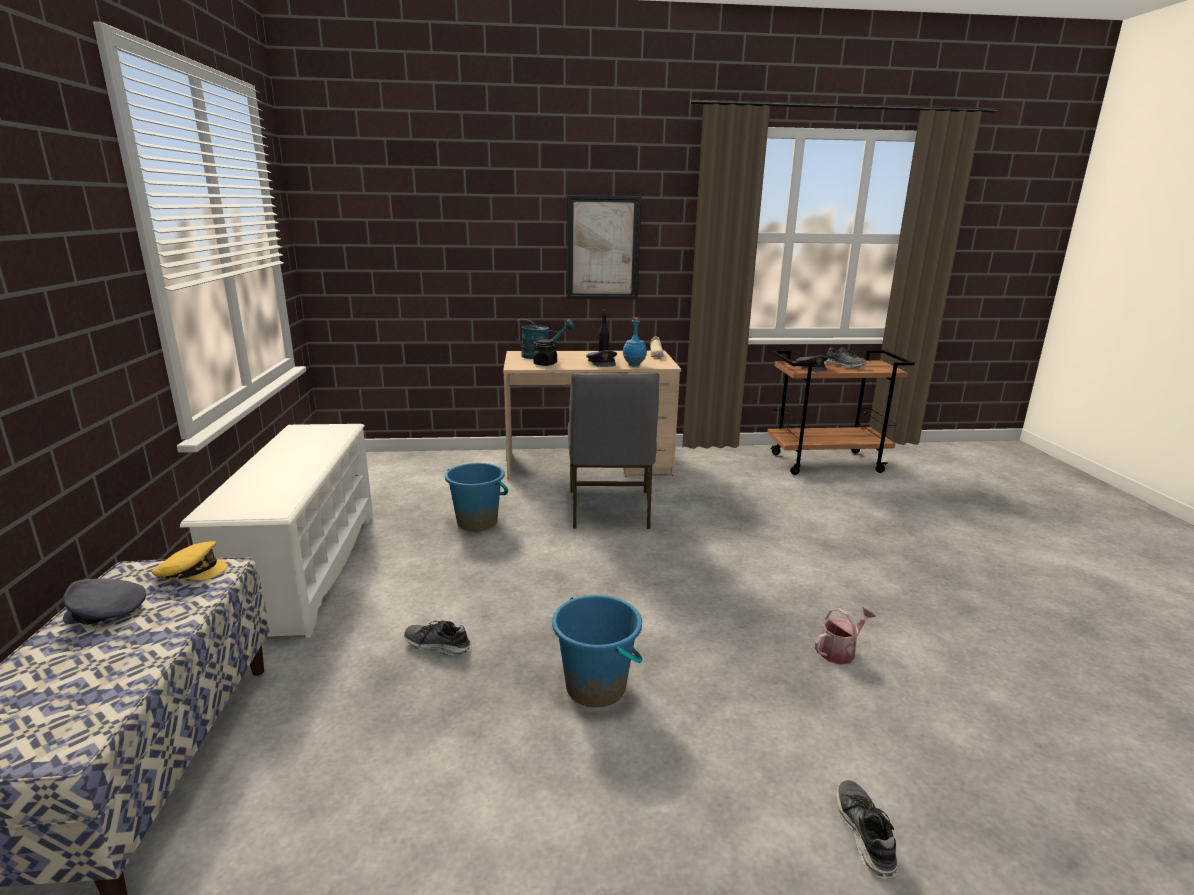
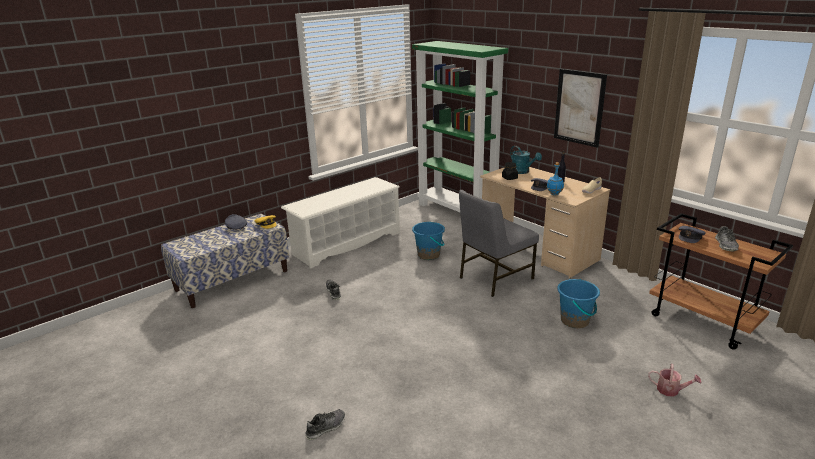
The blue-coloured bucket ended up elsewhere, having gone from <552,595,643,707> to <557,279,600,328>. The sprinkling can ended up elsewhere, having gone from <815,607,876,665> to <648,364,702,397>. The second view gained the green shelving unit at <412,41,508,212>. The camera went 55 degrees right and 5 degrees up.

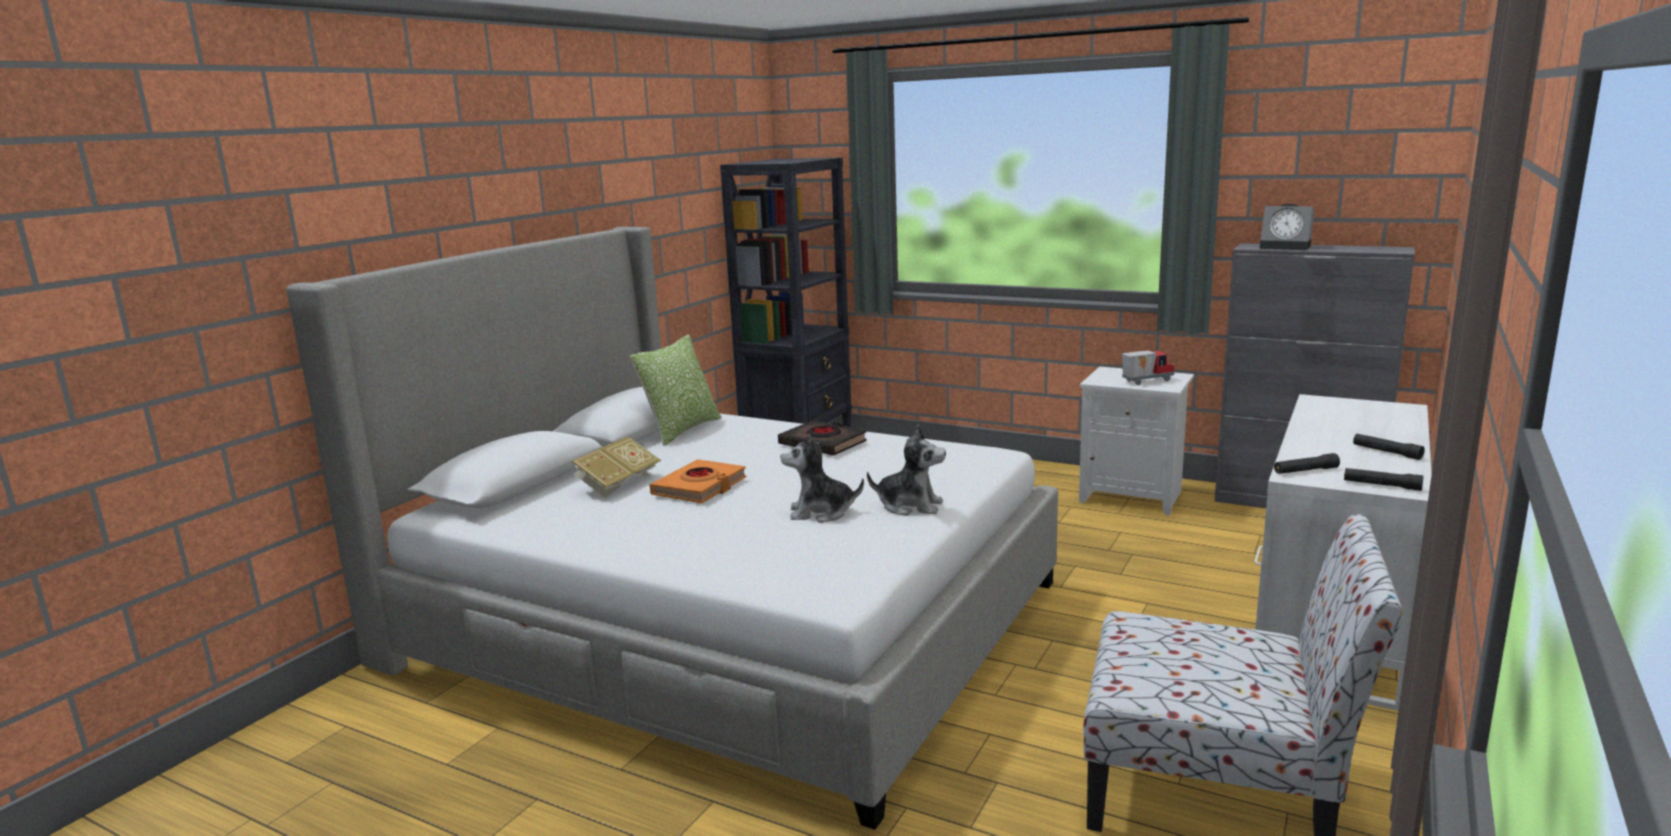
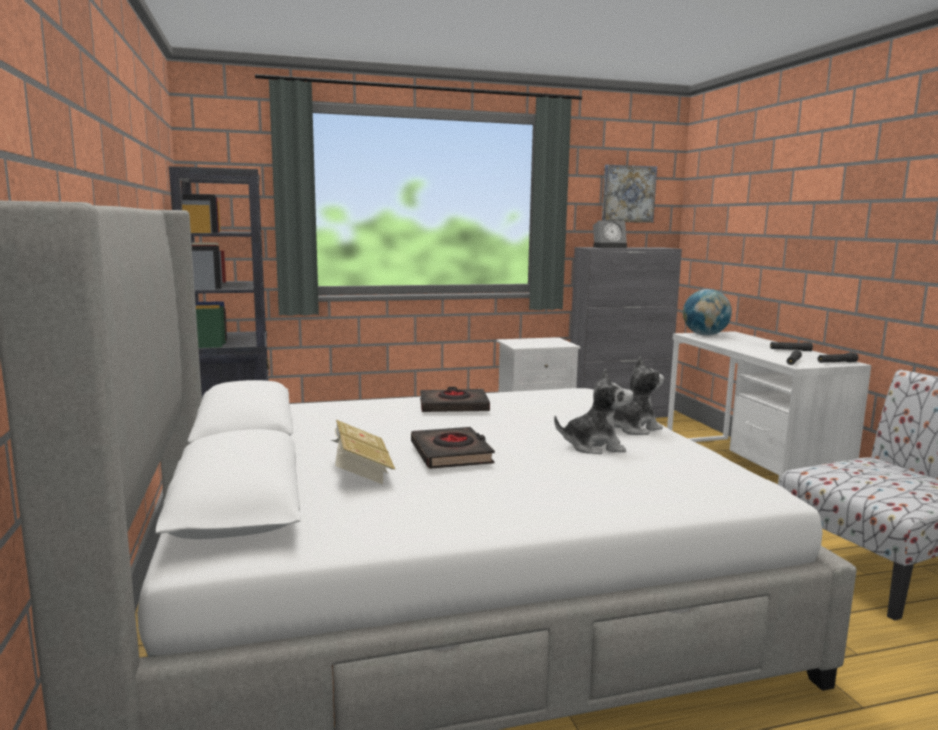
The second view lost the cushion at <630,334,721,446>. The second view lost the toy lorry at <1122,350,1174,385>. The plush toy at <780,434,864,523> ended up facing another way, 135 degrees counterclockwise from before. What was the orangey book at <650,459,747,503> turned into the black-coloured book at <411,427,495,469>. The second view gained the wall art at <602,165,657,223>. The second view gained the desk globe at <683,289,732,336>. The camera went 45 degrees left and 5 degrees down.

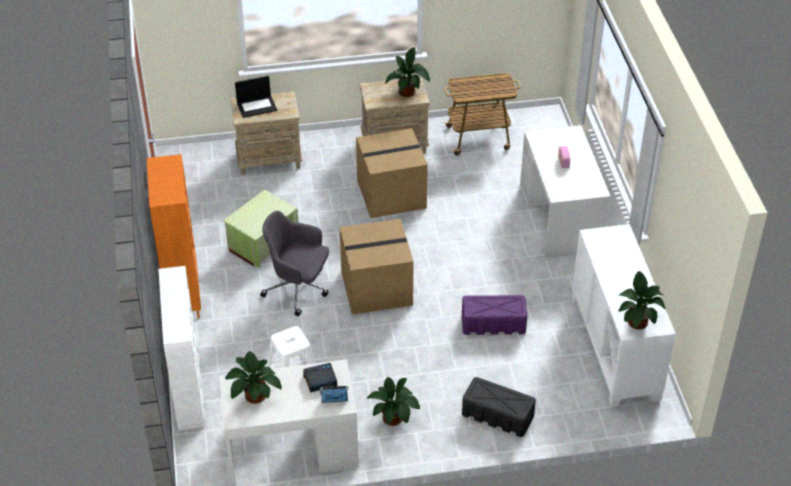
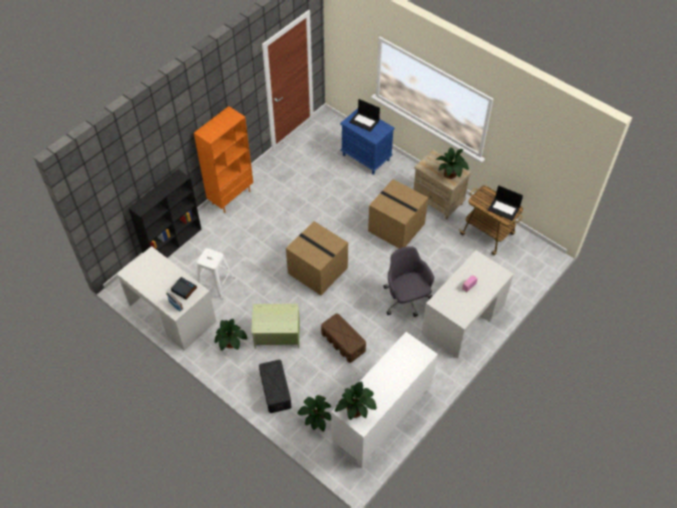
What was the beige bedside table at <230,92,303,175> turned into the blue-coloured bedside table at <340,108,394,175>. The green storage bin ended up elsewhere, having gone from <223,190,298,268> to <251,304,300,349>. The grey computer chair ended up elsewhere, having gone from <260,211,329,316> to <383,246,434,317>. What was the white shelving unit at <159,266,205,430> turned into the black-coloured shelving unit at <128,169,201,258>. What was the purplish storage bin at <462,295,527,335> turned into the brown storage bin at <321,313,366,363>. The plant in a pot ended up elsewhere, having gone from <225,351,282,404> to <297,395,331,432>. The second view gained the portable computer at <488,185,523,221>. The camera went 50 degrees right and 10 degrees up.

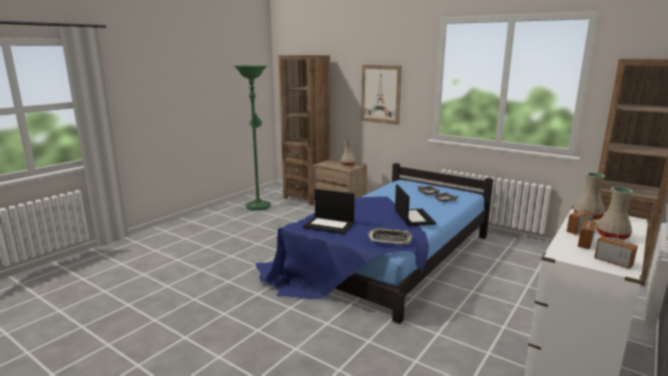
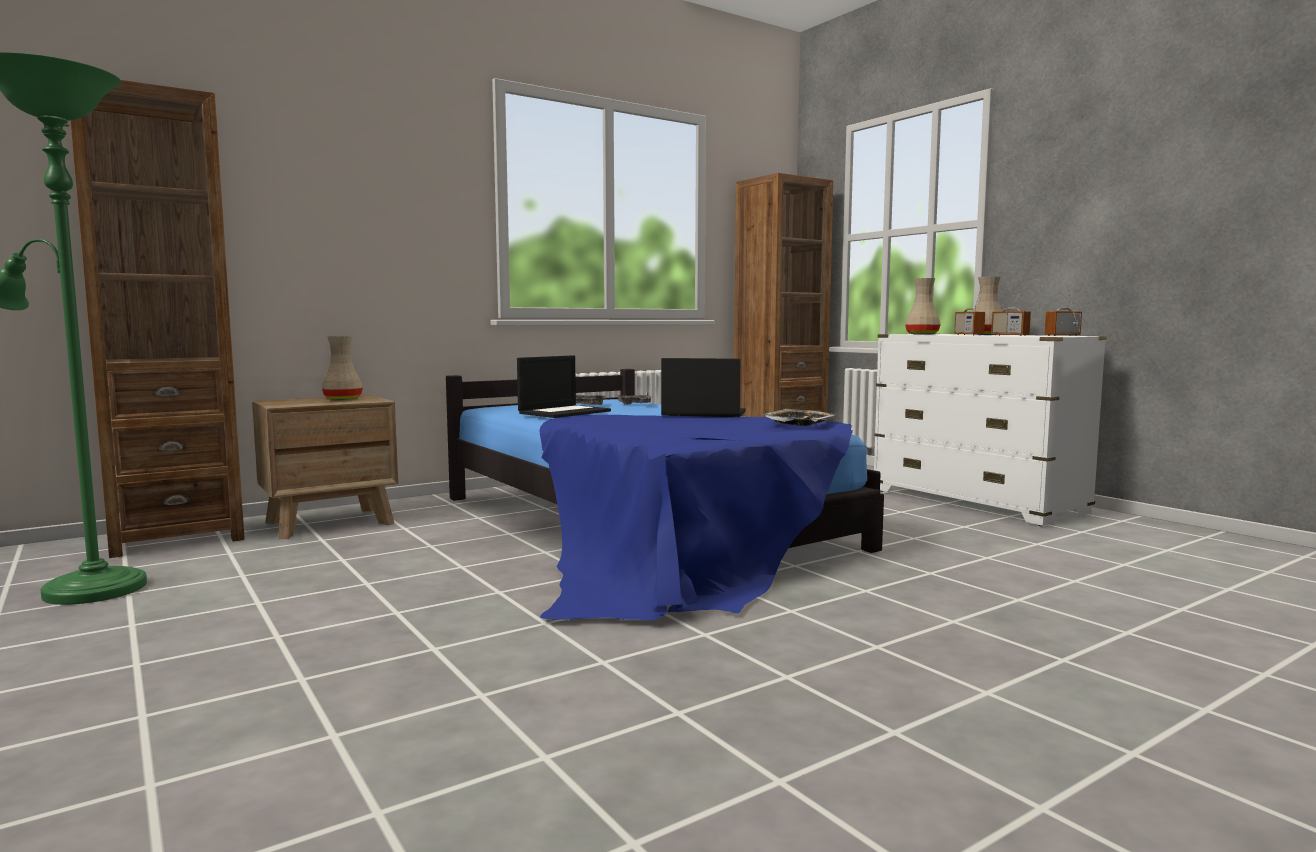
The second view lost the wall art at <361,65,402,125>. The portable computer ended up elsewhere, having gone from <303,189,355,234> to <517,355,611,418>. The camera went 70 degrees left and 10 degrees down.

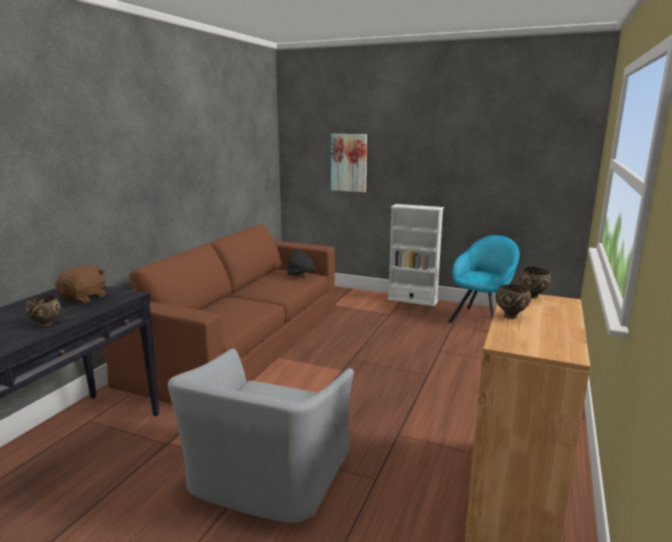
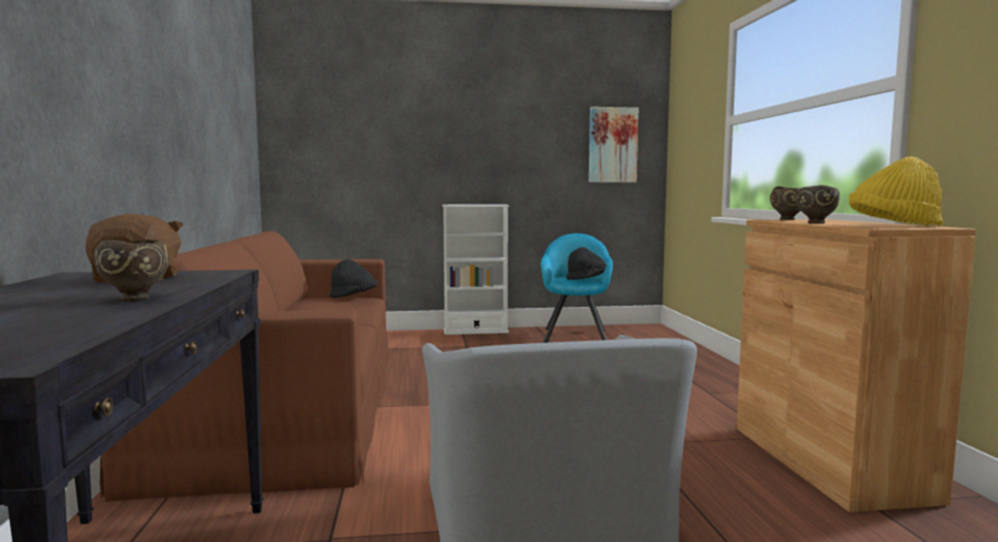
The wall art ended up elsewhere, having gone from <331,134,367,192> to <589,107,638,182>. The second view gained the yellow-coloured hat at <849,156,944,226>. The second view gained the black-coloured hat at <566,247,607,280>. The camera went 30 degrees left and 10 degrees down.

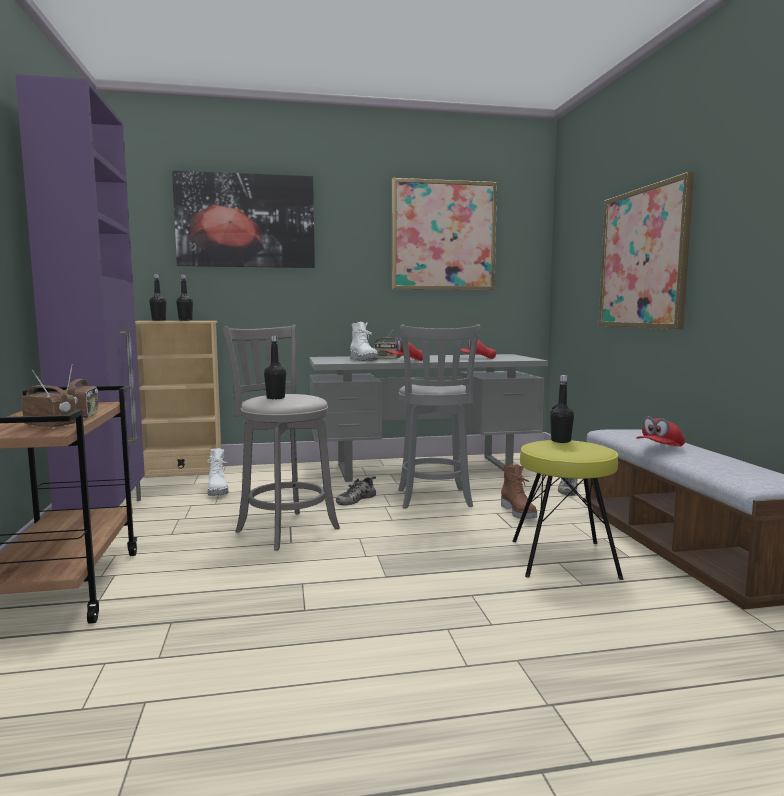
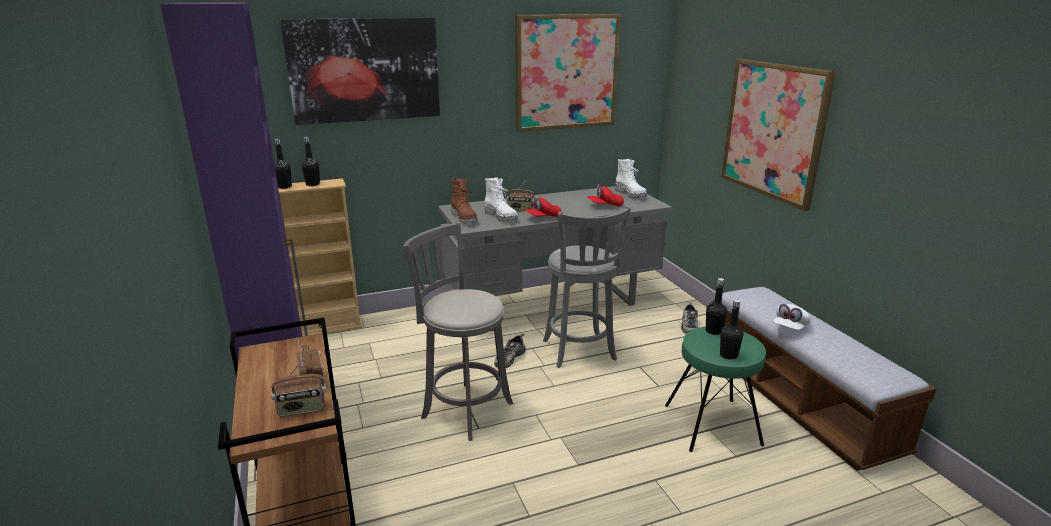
The black-coloured bottle ended up elsewhere, having gone from <264,335,286,399> to <720,299,743,360>. The radio receiver at <21,370,76,429> ended up facing another way, 150 degrees clockwise from before. What was the red baseball cap at <636,416,685,447> turned into the white baseball cap at <773,304,811,330>. What was the yellow-coloured sitting stool at <512,440,623,580> turned into the green sitting stool at <665,327,766,452>. The white boot ended up elsewhere, having gone from <208,448,228,496> to <615,159,647,198>. The brown boot ended up elsewhere, having gone from <501,464,537,519> to <451,179,477,224>. The camera went 10 degrees left and 15 degrees up.

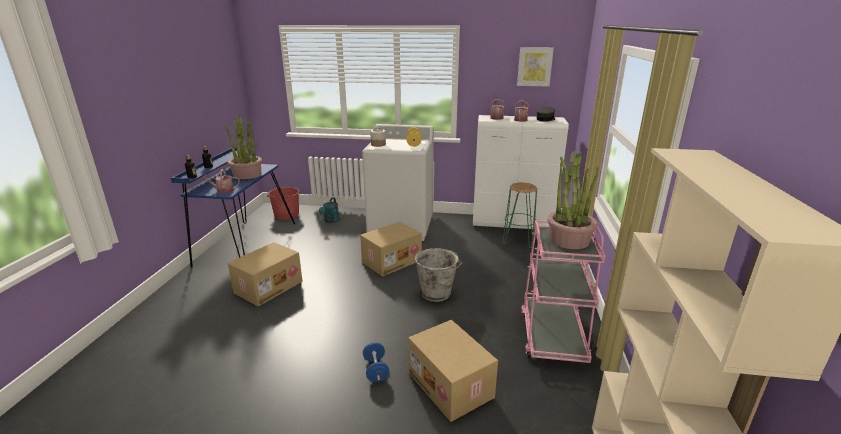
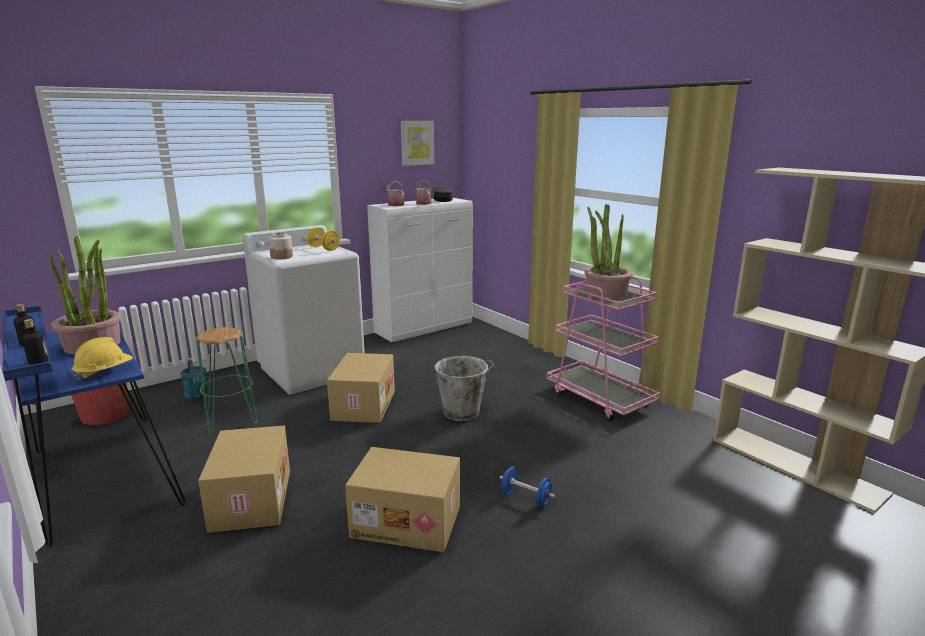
Where the sprinkling can stood at <202,169,240,194>, the yellow-coloured work helmet came to stand at <72,337,133,381>. The green sitting stool ended up elsewhere, having gone from <502,182,538,248> to <195,327,258,433>. The cardboard box ended up elsewhere, having gone from <408,320,498,422> to <345,447,460,552>. The camera went 45 degrees left and 5 degrees down.

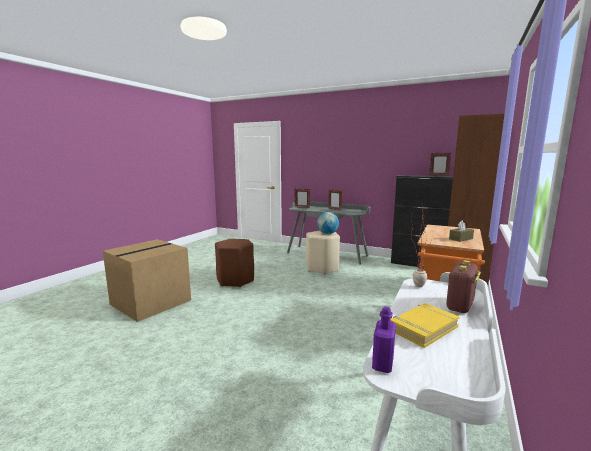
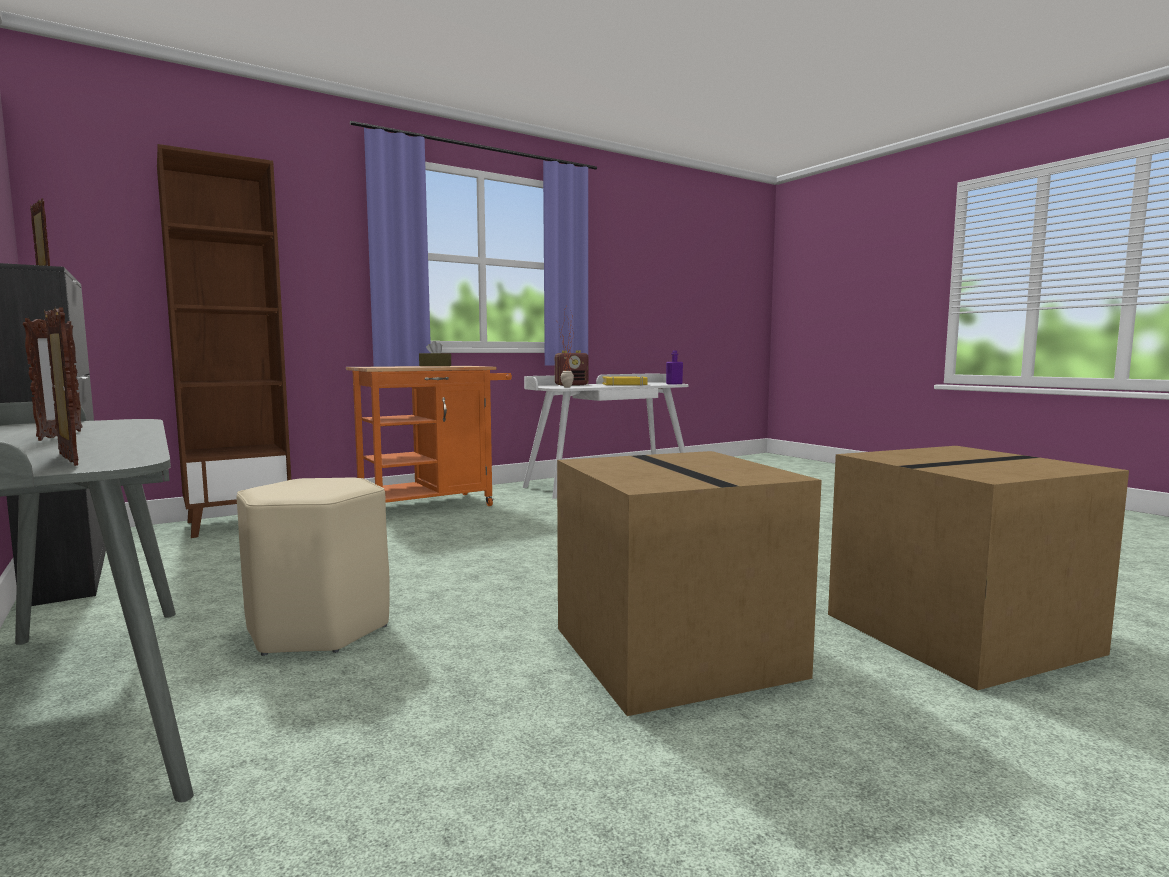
The second view lost the desk globe at <317,212,339,234>. Where the brown sitting stool stood at <215,239,254,287>, the cardboard box came to stand at <557,451,822,716>. The camera went 150 degrees left and 5 degrees down.

